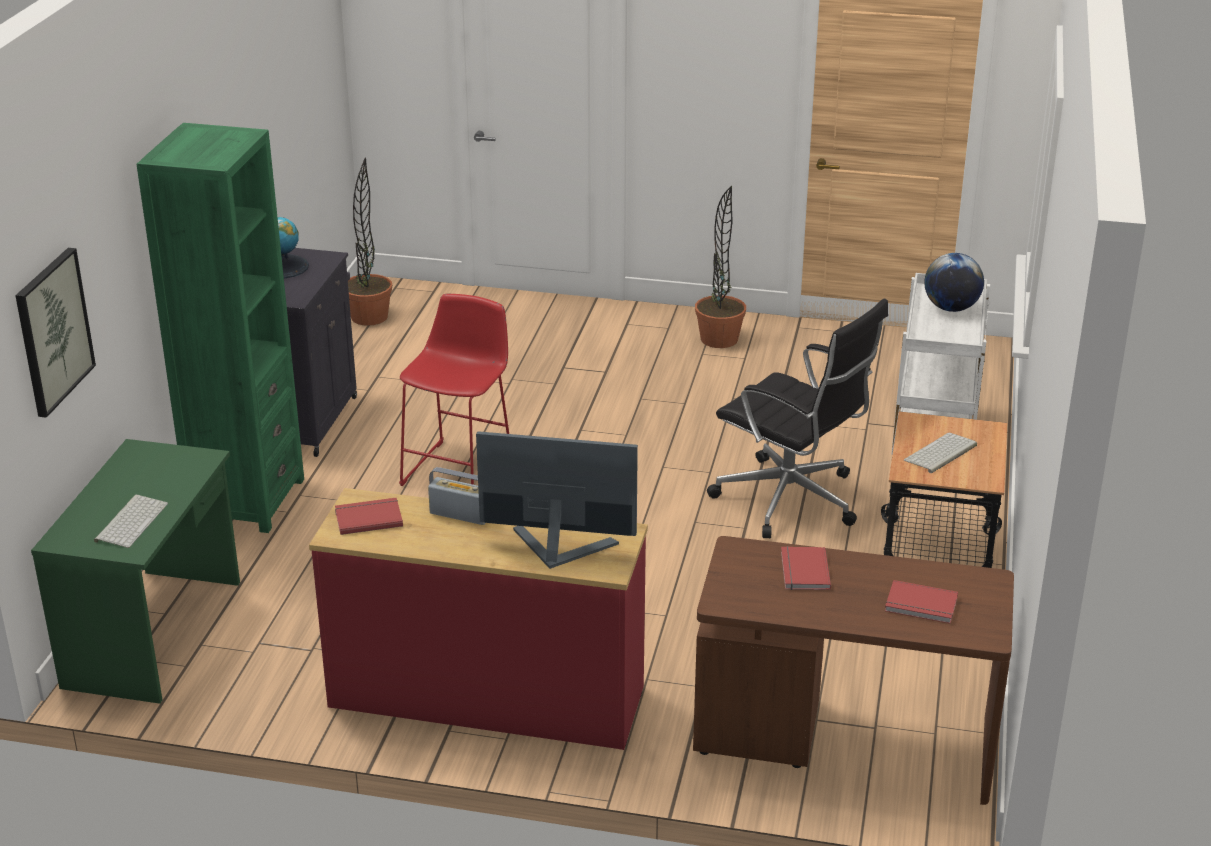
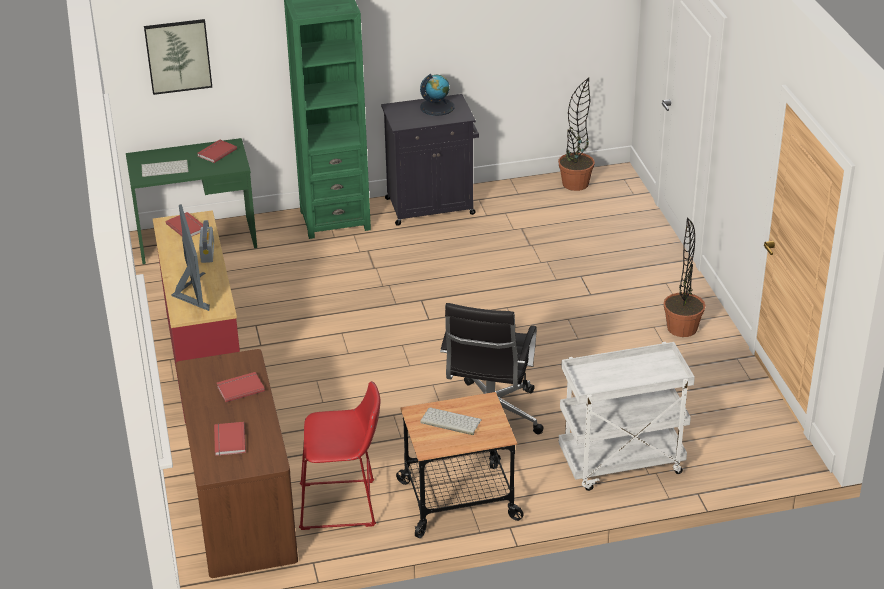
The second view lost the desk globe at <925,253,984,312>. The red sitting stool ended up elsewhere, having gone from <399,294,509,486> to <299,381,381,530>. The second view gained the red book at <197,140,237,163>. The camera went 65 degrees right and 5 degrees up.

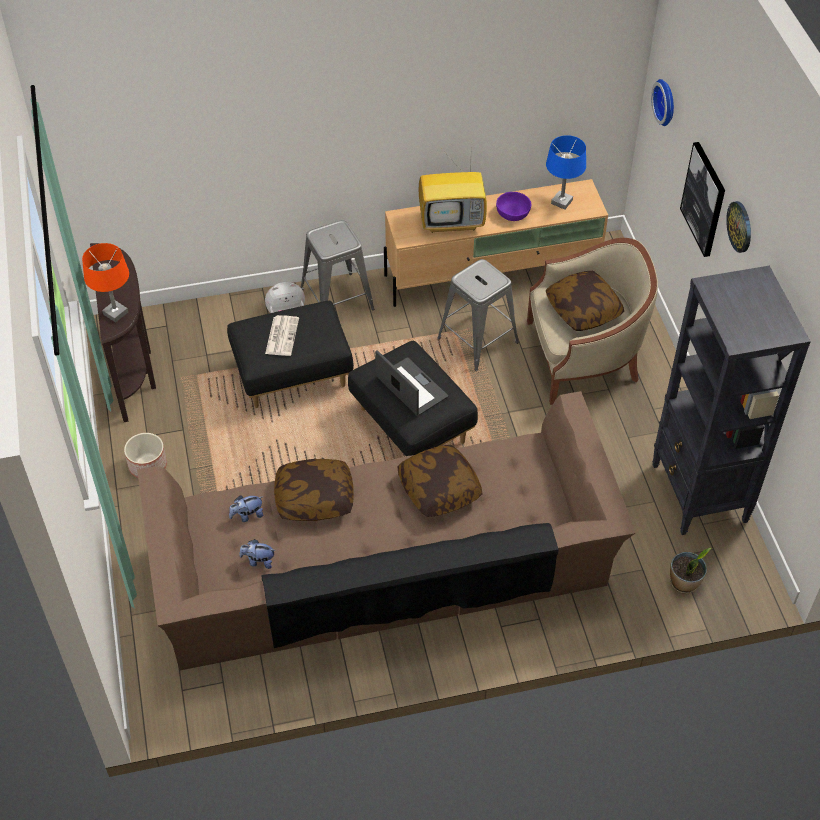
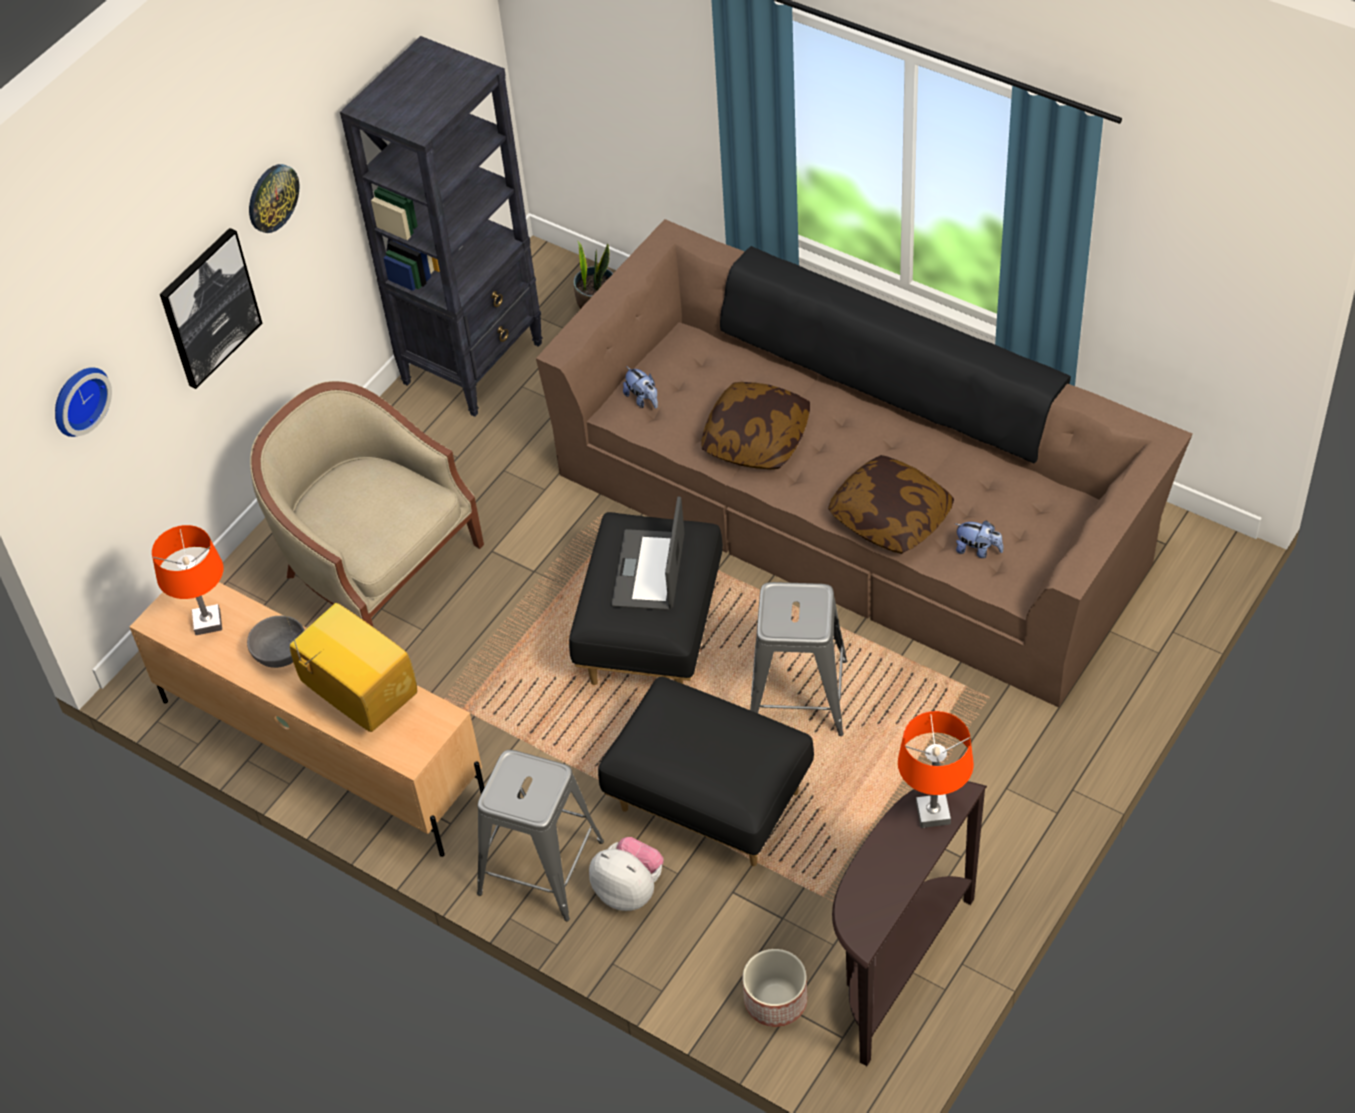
What was the blue-coloured lamp for a table at <546,135,586,209> turned into the orangey lamp for a table at <152,525,223,635>. What was the purplish serving bowl at <496,192,531,221> turned into the grey serving bowl at <247,616,304,668>. The grey sitting stool ended up elsewhere, having gone from <437,259,519,371> to <750,582,847,736>. The second view lost the cushion at <546,271,624,331>. The second view lost the printed paper at <265,315,299,356>. The plant pot ended up elsewhere, having gone from <124,433,167,478> to <742,949,807,1027>. The plush toy ended up elsewhere, having gone from <239,539,276,569> to <623,366,658,409>. The camera went 130 degrees left and 0 degrees up.

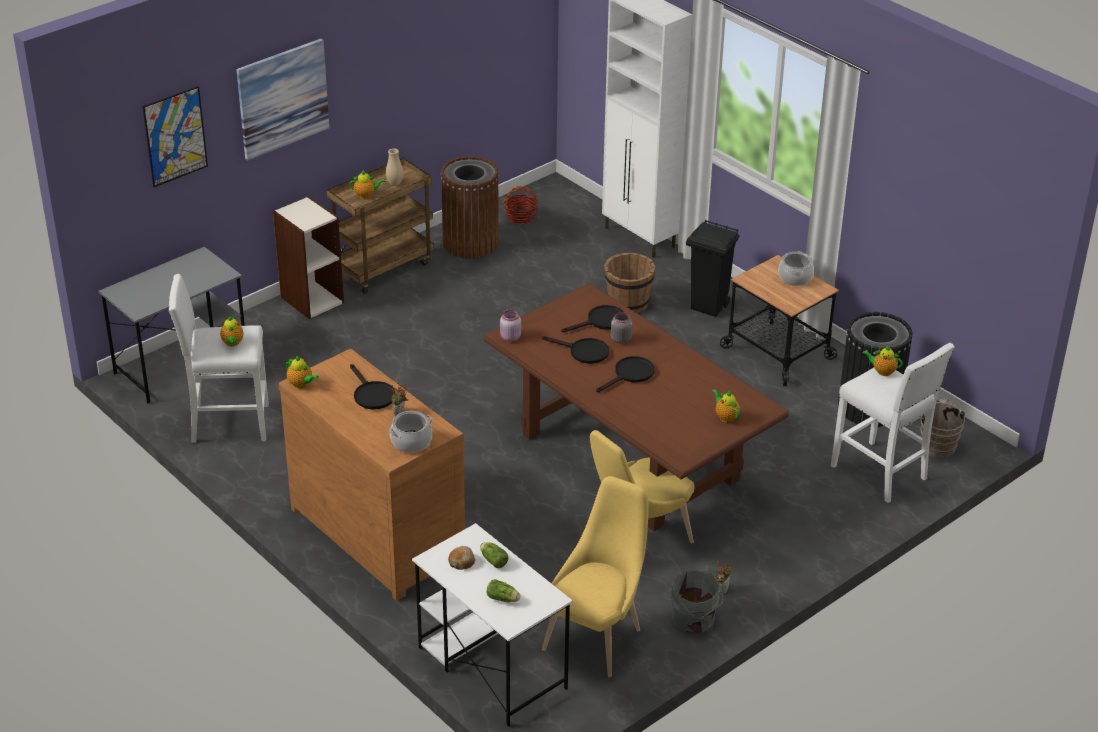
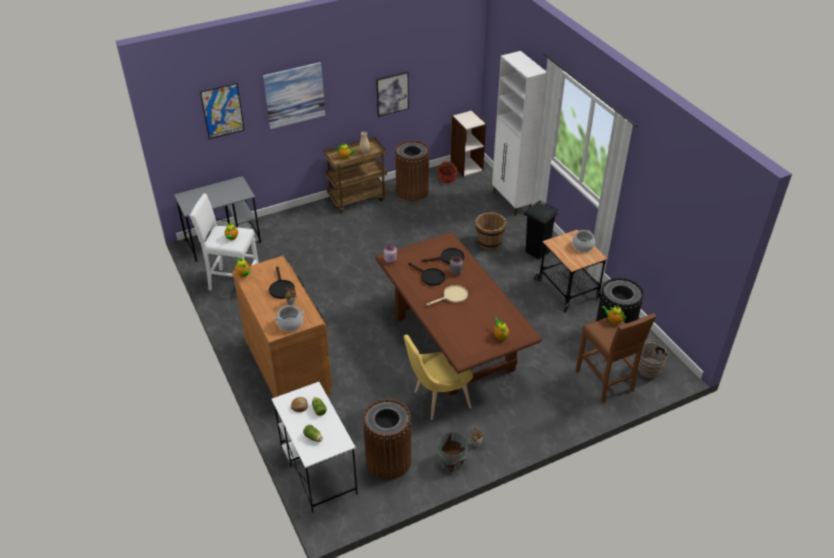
The shelving unit ended up elsewhere, having gone from <273,196,344,319> to <450,110,486,177>. What was the white sitting stool at <831,343,955,503> turned into the brown sitting stool at <576,313,656,403>. What was the black-coloured skillet at <596,356,654,392> turned into the beige skillet at <426,285,468,306>. Where the yellow-coloured plain chair stood at <542,476,649,677>, the brown trash can came to stand at <363,399,411,480>. The second view gained the wall art at <376,72,409,117>. The camera went 15 degrees right and 5 degrees up.

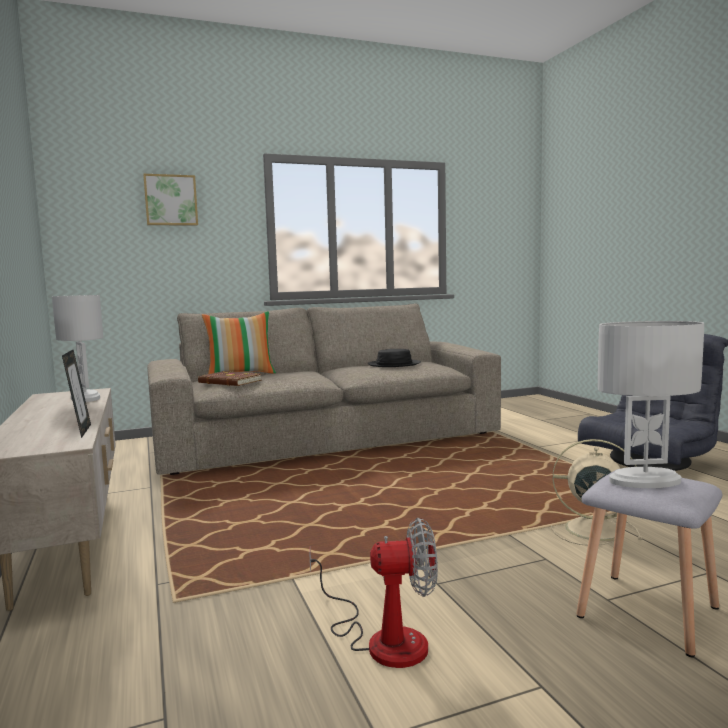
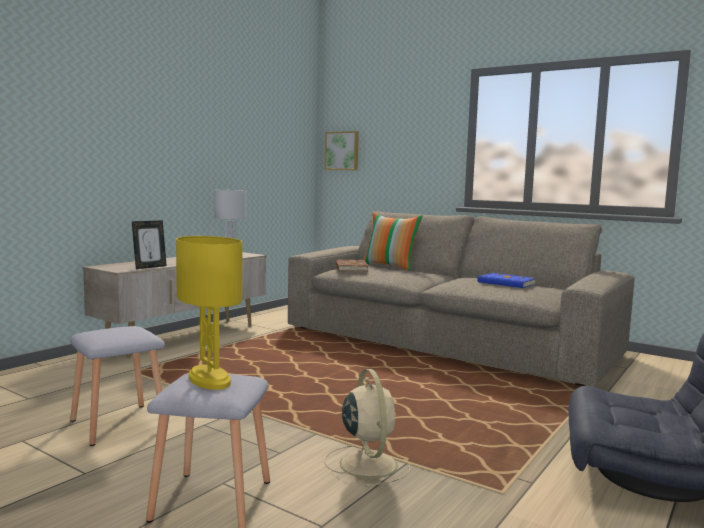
The wall art ended up elsewhere, having gone from <143,174,198,226> to <324,131,359,170>. What was the white lamp for a table at <598,321,704,488> turned into the yellow-coloured lamp for a table at <176,236,242,390>. Where the black-coloured hat stood at <368,349,421,367>, the blue-coloured book came to stand at <477,273,536,288>. Where the cooling fan stood at <309,518,438,668>, the grey sitting stool came to stand at <70,326,165,446>. The camera went 55 degrees right and 0 degrees up.

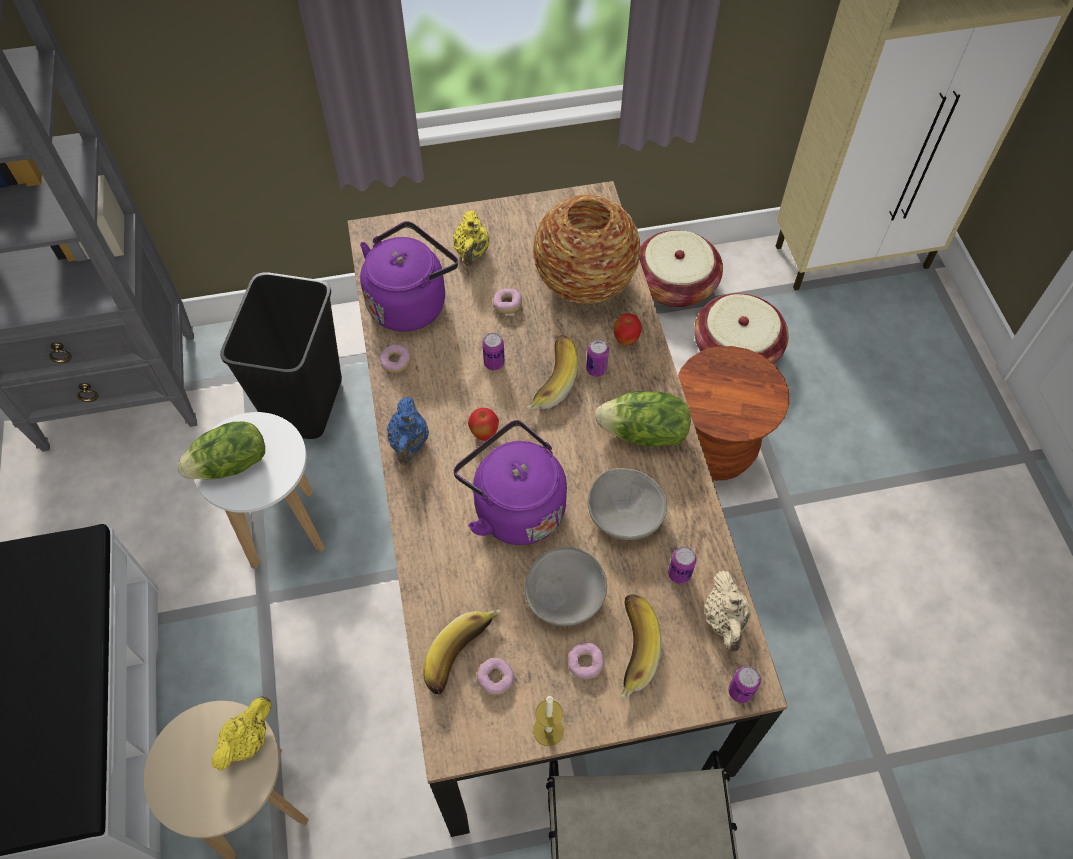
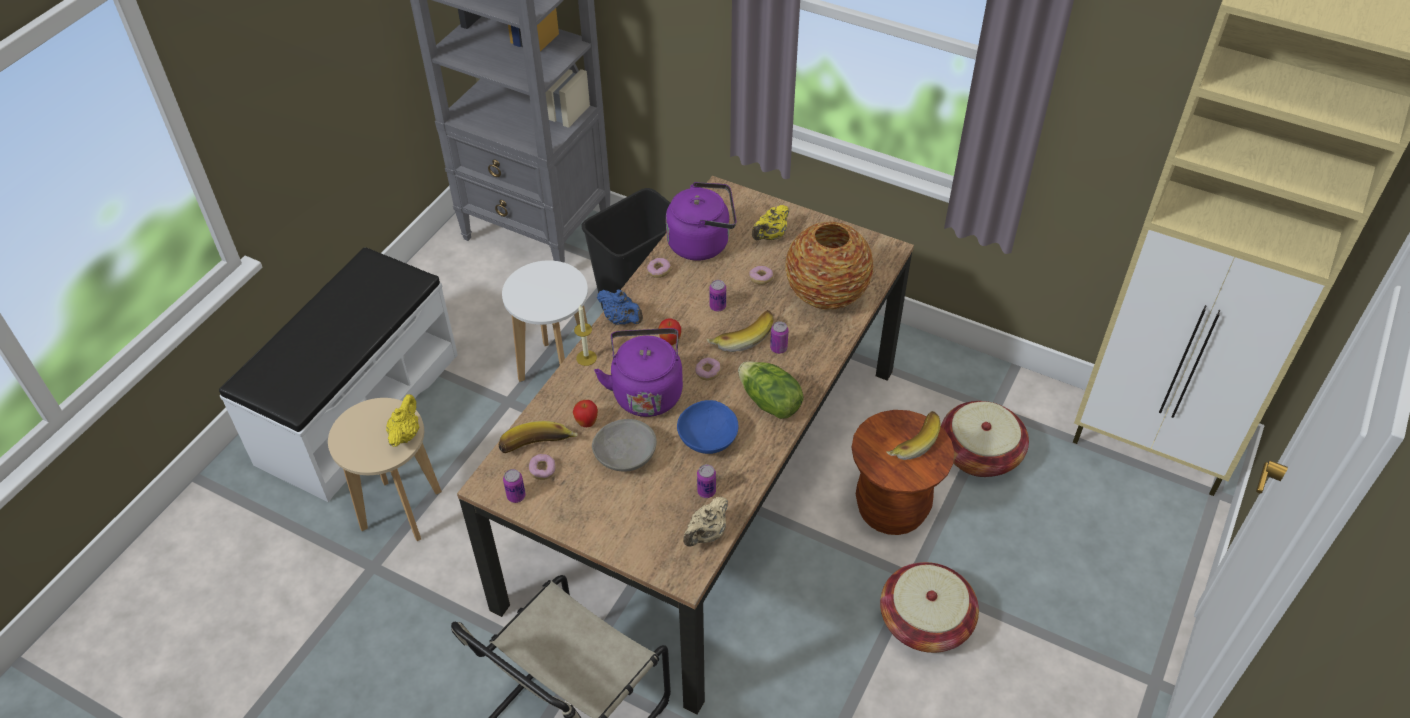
The household basket ended up elsewhere, having gone from <639,230,723,308> to <880,562,979,653>. The whole apple ended up elsewhere, having gone from <614,313,642,346> to <573,400,598,427>. The blue-coloured tea pot at <387,397,429,465> ended up facing another way, 90 degrees counterclockwise from before. The second view lost the head of lettuce at <177,421,265,480>. What was the grey serving bowl at <588,468,667,540> turned into the blue-coloured serving bowl at <677,400,738,454>. The whole banana ended up elsewhere, having gone from <619,594,662,699> to <886,411,941,460>. The ring doughnut ended up elsewhere, having gone from <568,643,604,680> to <695,357,721,380>. The sealed can ended up elsewhere, having gone from <728,666,761,703> to <503,469,526,503>. The yellow-coloured tea pot at <211,696,272,771> ended up facing another way, 60 degrees counterclockwise from before. The wax candle ended up elsewhere, having gone from <533,696,564,746> to <574,305,597,366>. The camera went 40 degrees right and 10 degrees down.

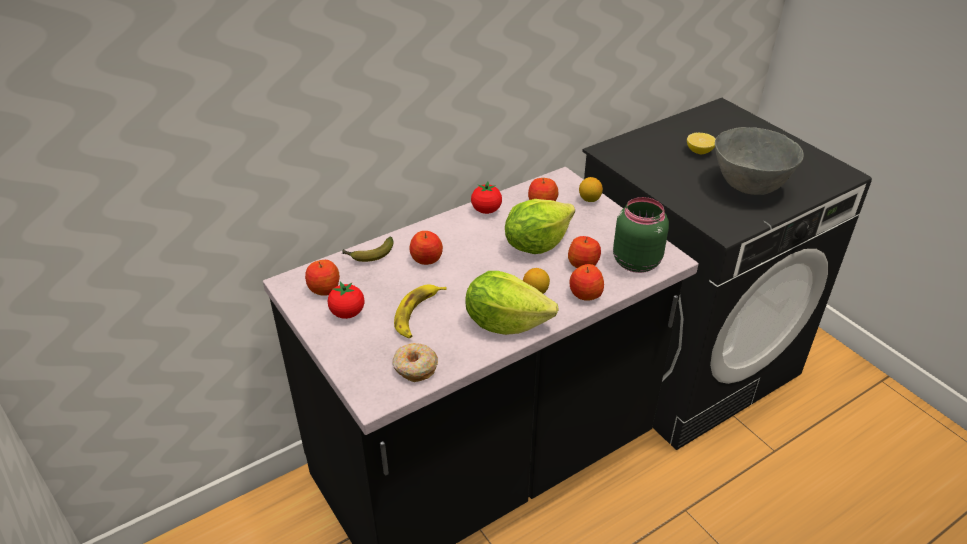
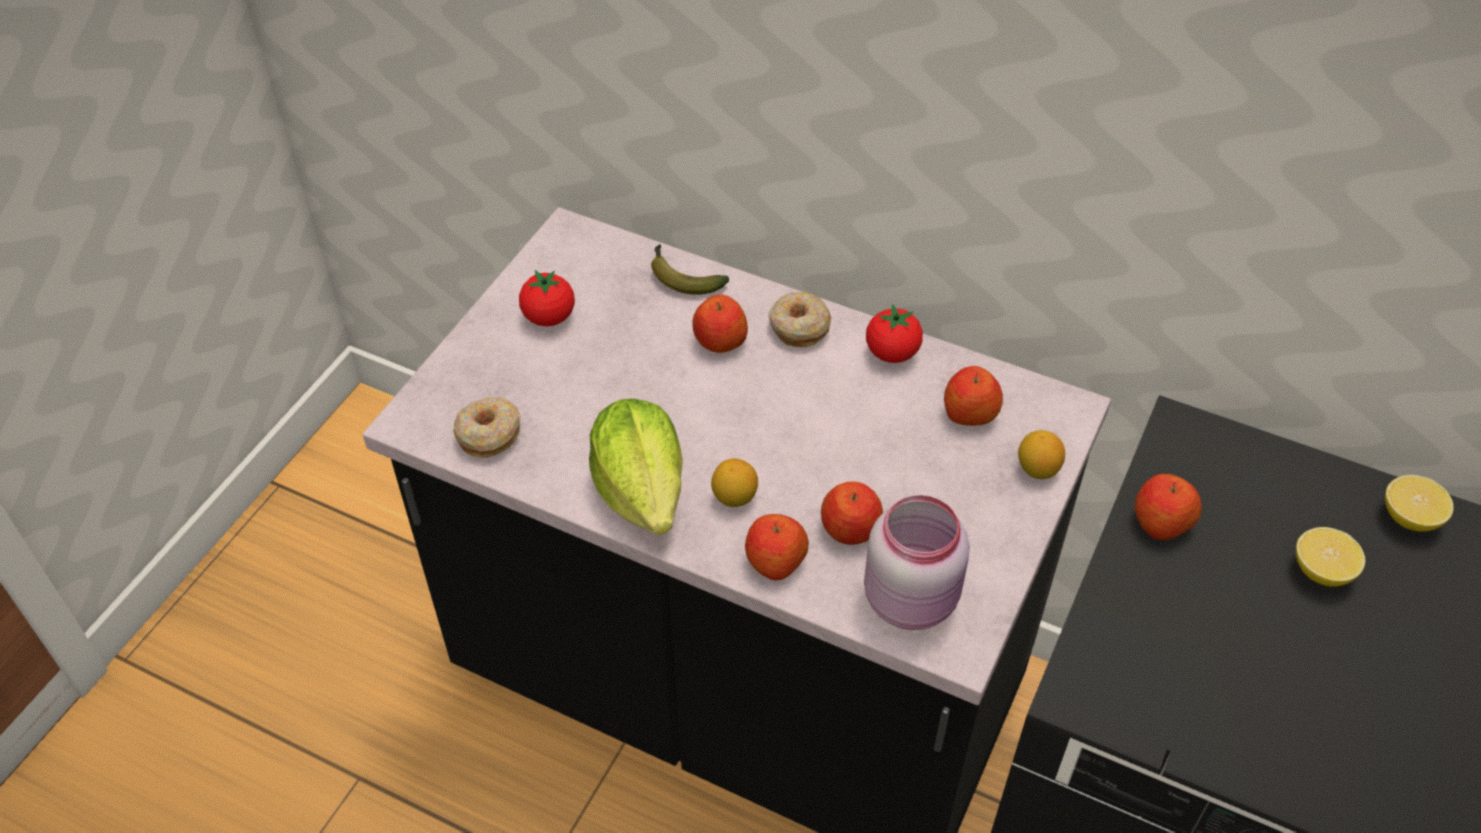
The second view lost the grey serving bowl at <715,127,804,195>. What was the green storage jar at <613,197,669,273> turned into the pink storage jar at <864,495,970,630>. The second view lost the head of lettuce at <505,199,575,254>. The whole apple ended up elsewhere, having gone from <305,260,340,295> to <1135,474,1202,540>. The second view lost the whole banana at <394,284,446,338>. The second view gained the ring doughnut at <768,292,831,347>. The second view gained the citrus fruit at <1385,475,1454,532>. The camera went 60 degrees right and 10 degrees up.

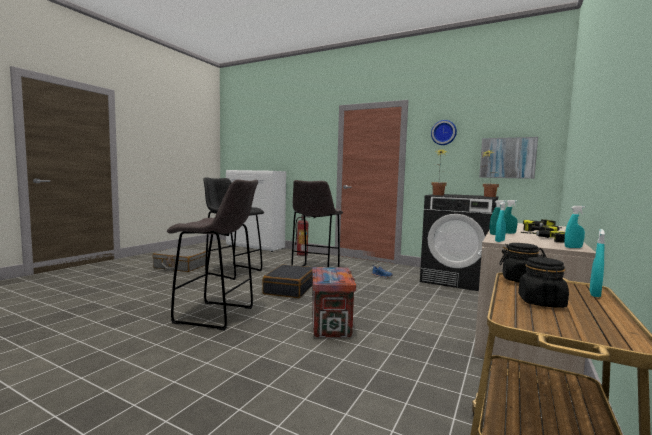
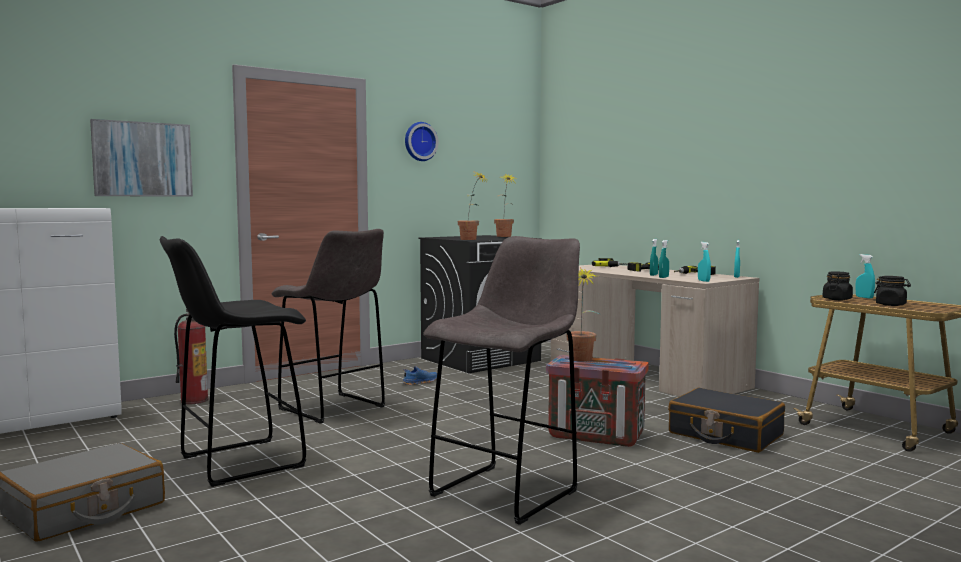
The wall art ended up elsewhere, having gone from <479,137,538,179> to <90,119,193,197>. The black-coloured suitcase ended up elsewhere, having gone from <262,264,313,298> to <668,388,785,453>. The second view gained the plant in a pot at <566,267,600,362>. The camera went 65 degrees left and 0 degrees up.

